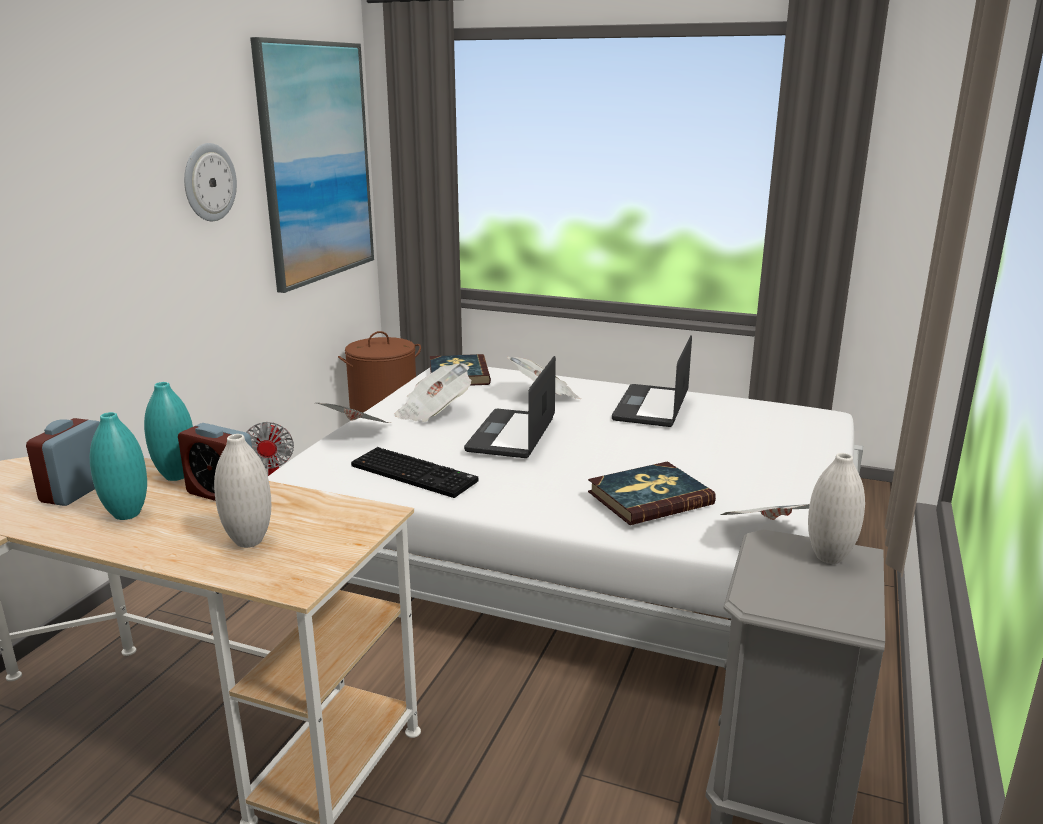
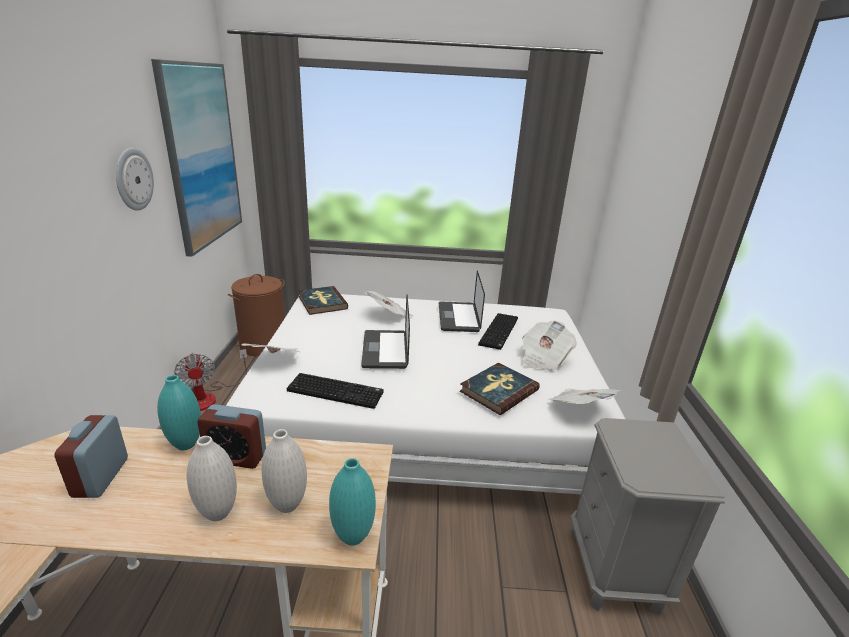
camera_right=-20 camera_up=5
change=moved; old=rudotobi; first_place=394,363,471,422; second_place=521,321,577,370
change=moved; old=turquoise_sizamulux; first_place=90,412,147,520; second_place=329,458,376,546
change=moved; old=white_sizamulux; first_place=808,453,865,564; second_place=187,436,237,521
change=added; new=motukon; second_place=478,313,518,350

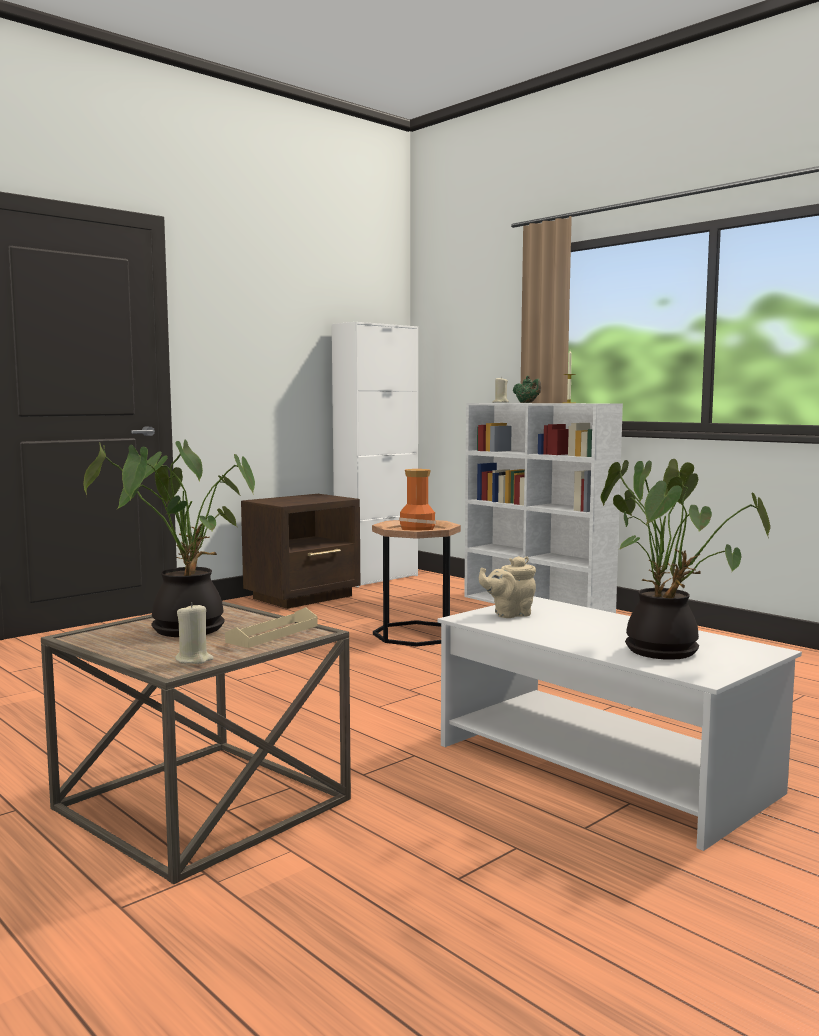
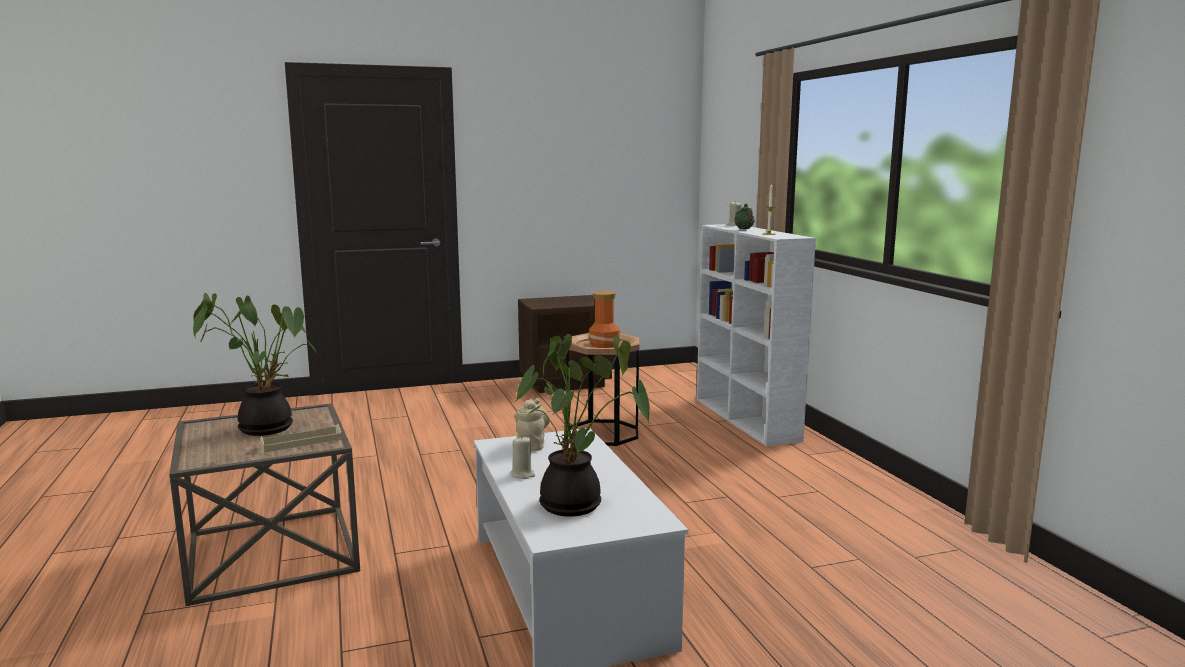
camera_right=25 camera_up=5
change=removed; old=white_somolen; first_place=332,322,418,587
change=turned; old=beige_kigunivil; first_place=479,556,536,618; second_place=515,398,550,451; degrees=90
change=moved; old=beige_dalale; first_place=175,602,214,664; second_place=511,437,535,479

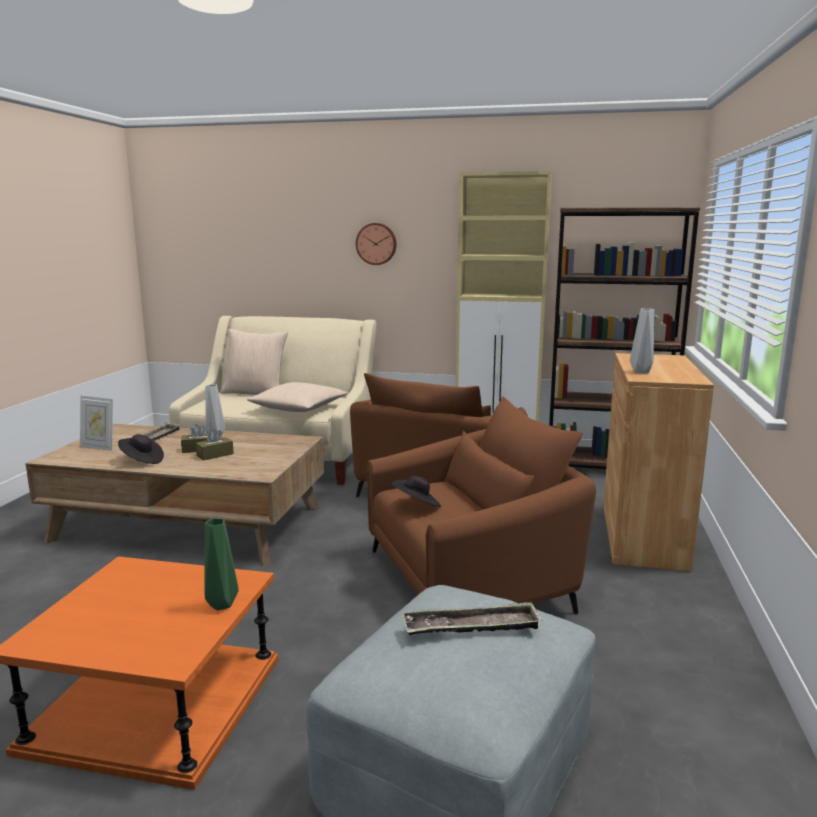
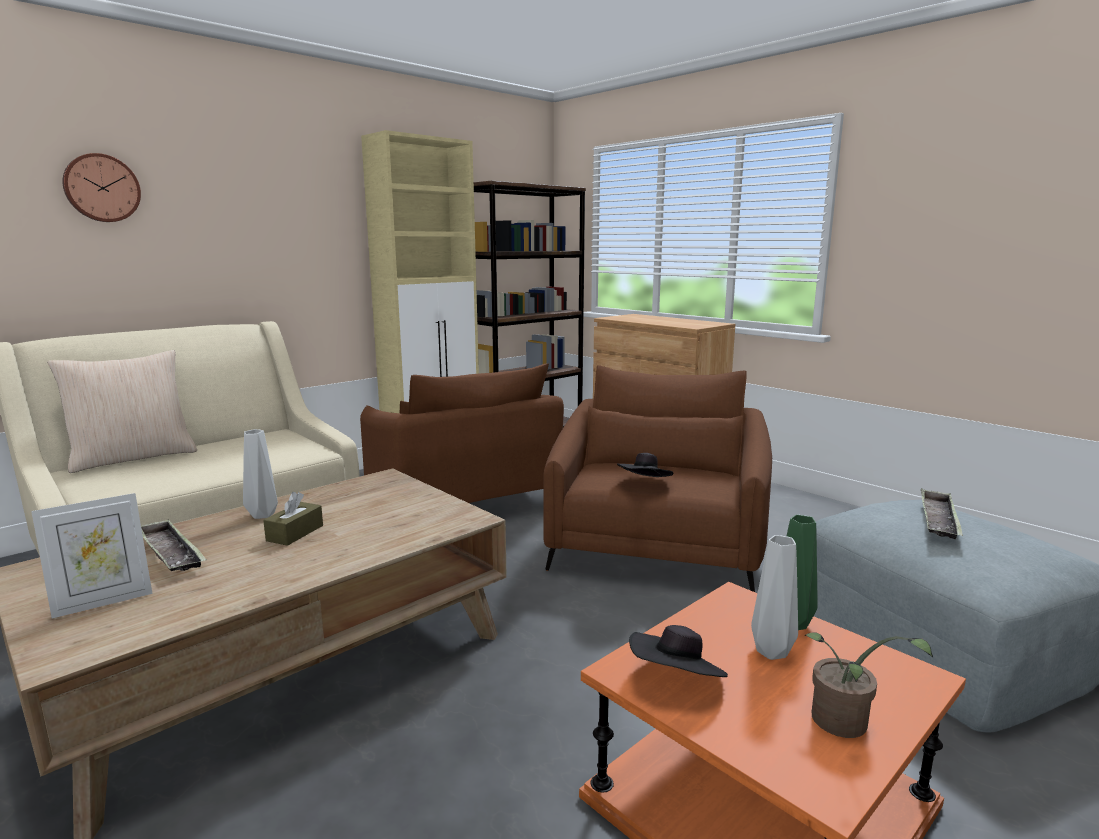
camera_right=-55 camera_up=0
change=moved; old=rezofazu; first_place=356,223,396,265; second_place=62,153,141,222
change=moved; old=grey_sizamulux; first_place=630,308,654,373; second_place=751,535,798,660
change=removed; old=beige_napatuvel; first_place=247,382,348,412
change=removed; old=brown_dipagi; first_place=196,429,234,460
change=moved; old=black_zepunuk; first_place=118,434,164,464; second_place=629,625,728,677
change=added; new=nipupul; second_place=804,632,933,738

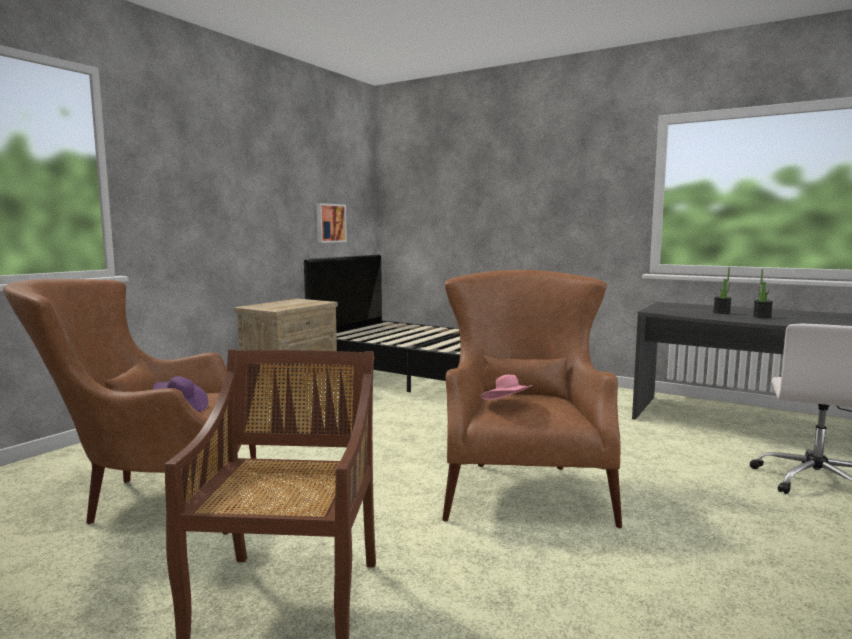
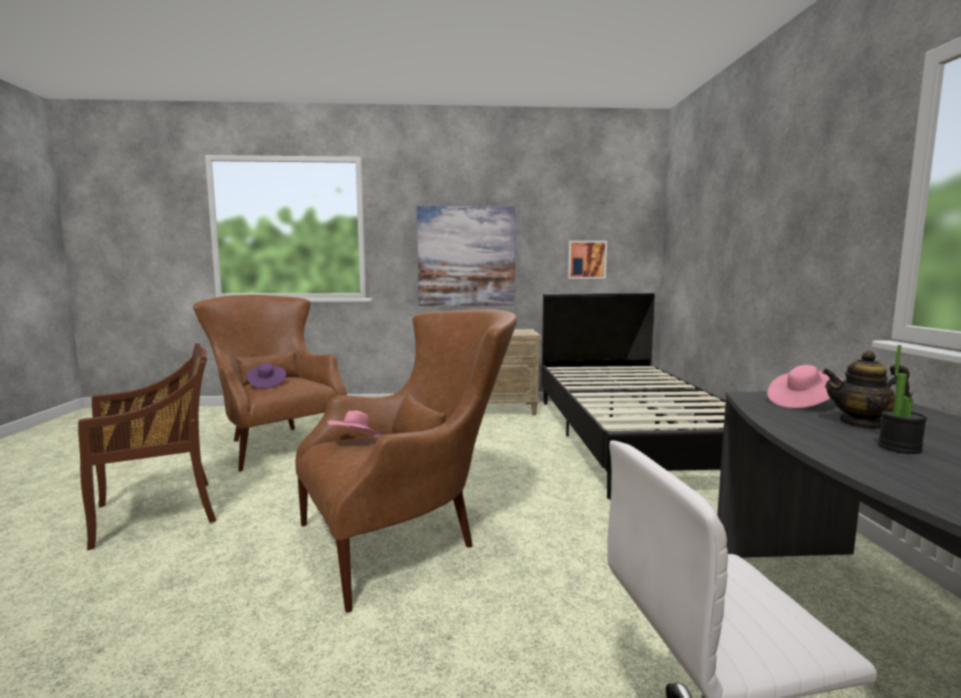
camera_right=55 camera_up=0
change=replaced; old=nipupul; new=kigunivil; first_place=713,267,732,314; second_place=822,351,910,430
change=added; new=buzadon; second_place=417,206,515,306
change=added; new=pink_zepunuk; second_place=767,365,844,408

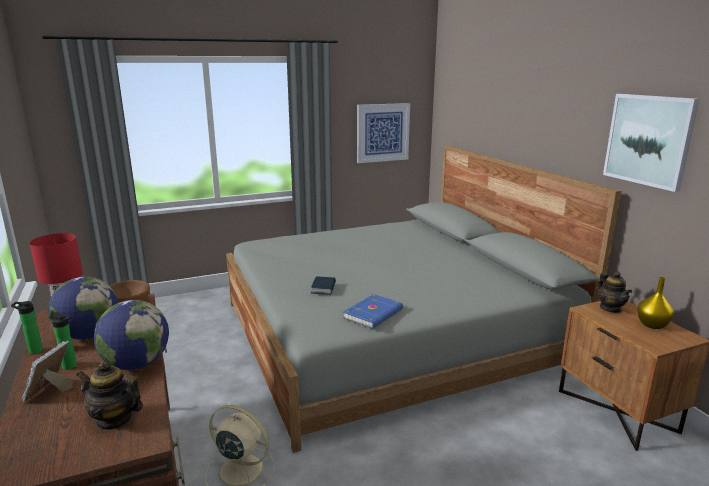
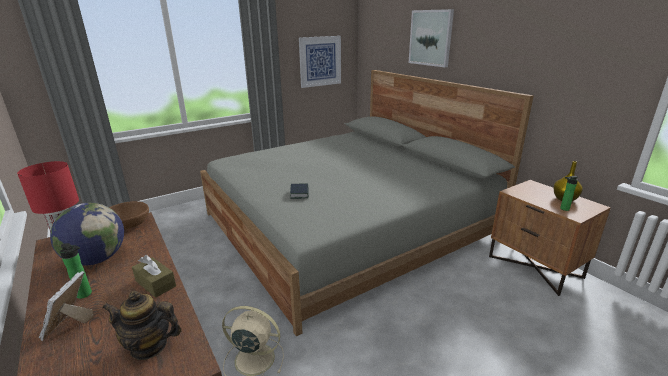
camera_right=-10 camera_up=5
change=moved; old=buzadon; first_place=603,94,700,192; second_place=409,9,454,67
change=removed; old=kigunivil; first_place=597,271,632,313
change=removed; old=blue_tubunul; first_place=343,294,403,329
change=replaced; old=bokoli; new=brown_dipagi; first_place=94,300,169,370; second_place=132,255,176,298
change=moved; old=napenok; first_place=11,301,43,354; second_place=560,176,578,211

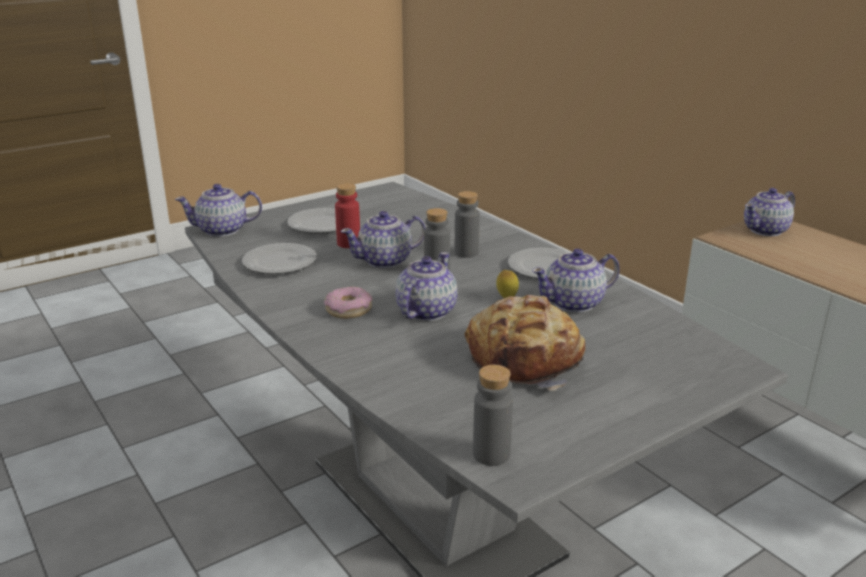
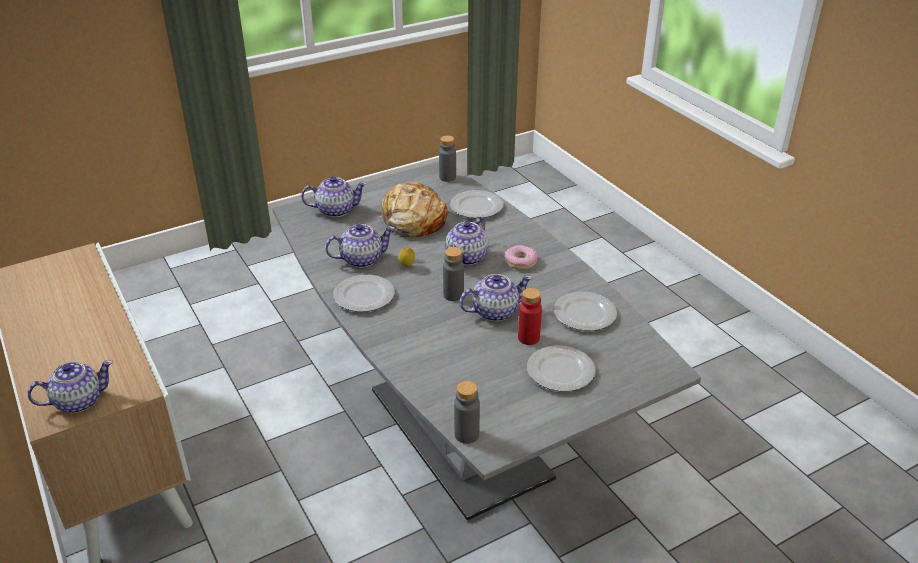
camera_right=-175 camera_up=10
change=moved; old=kigunivil; first_place=175,184,262,237; second_place=301,176,367,217
change=moved; old=grey_napenok; first_place=455,191,480,258; second_place=454,381,480,444
change=added; new=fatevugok; second_place=450,190,503,218

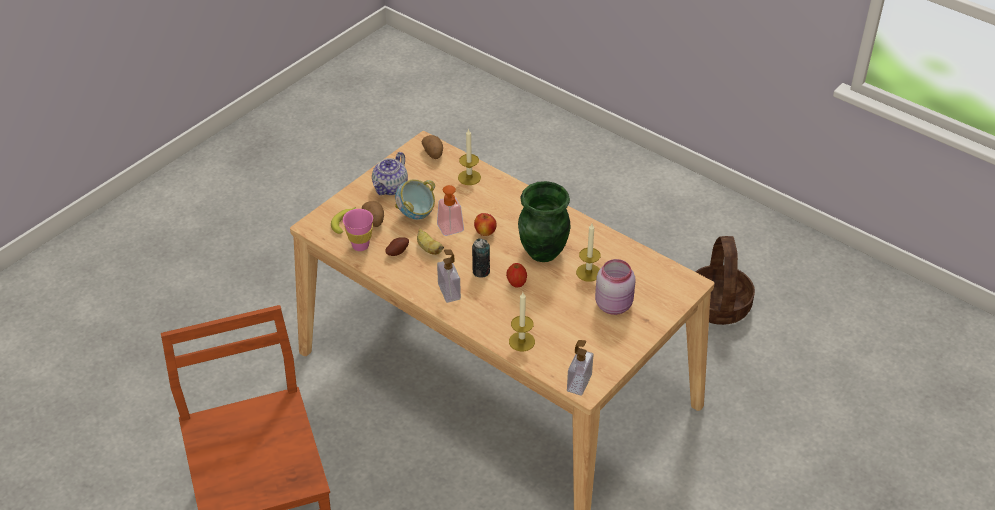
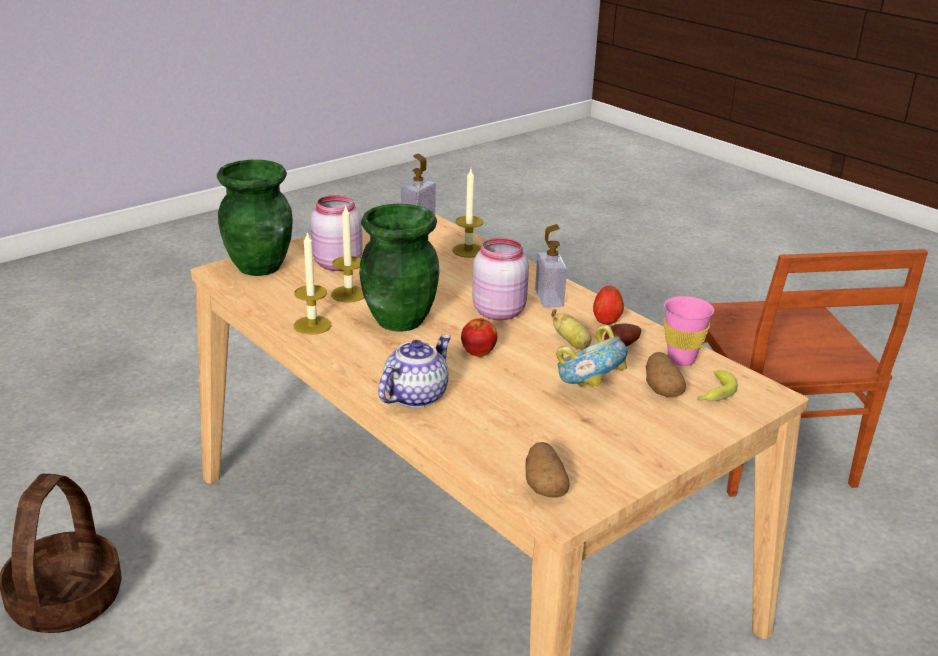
camera_right=-170 camera_up=-15
change=moved; old=dalale; first_place=458,128,481,185; second_place=294,231,331,335
change=moved; old=kigunivil; first_place=372,152,408,195; second_place=378,335,451,408
change=removed; old=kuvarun; first_place=437,185,464,236
change=replaced; old=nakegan; new=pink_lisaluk; first_place=472,238,490,278; second_place=472,238,529,320
change=moved; old=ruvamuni; first_place=506,263,527,287; second_place=593,286,624,325
change=added; new=green_sizamulux; second_place=217,160,293,276

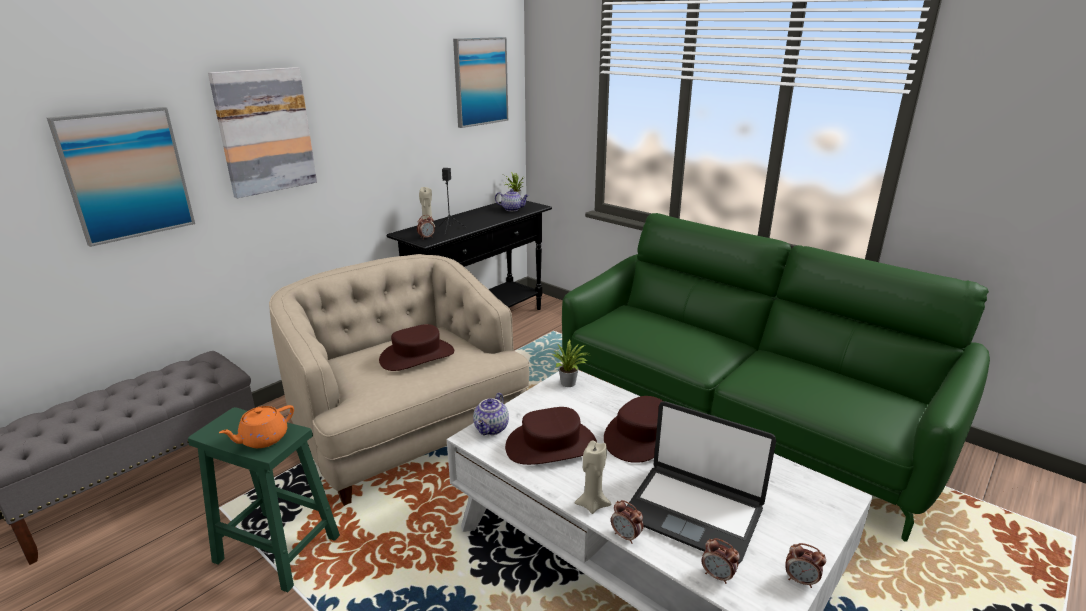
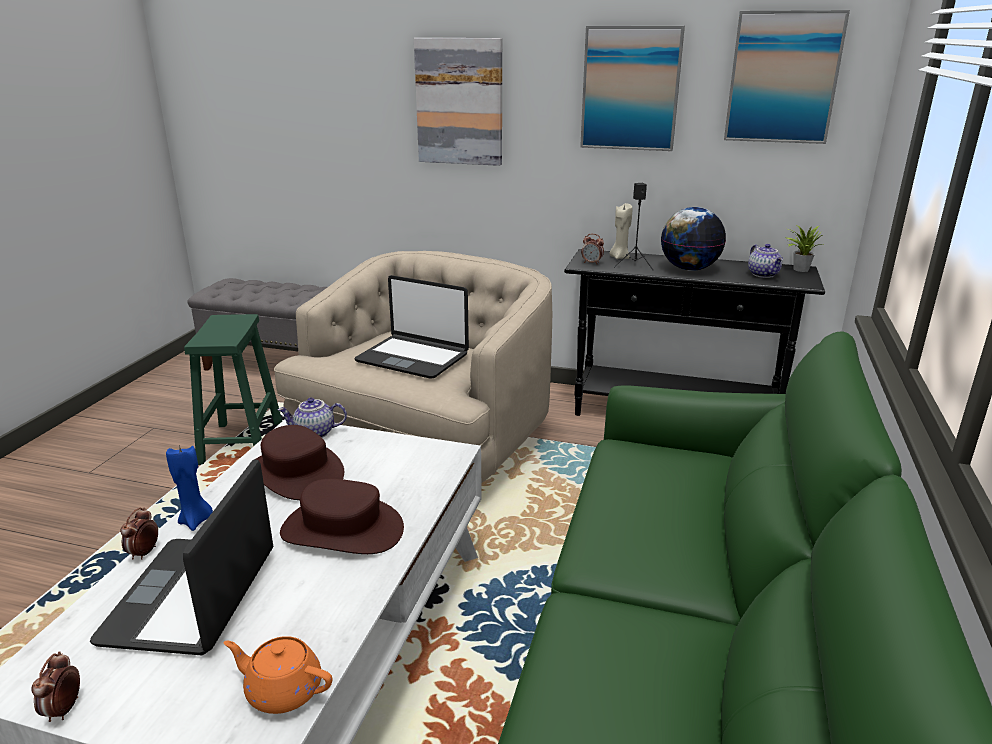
camera_right=65 camera_up=0
change=moved; old=buzadon; first_place=47,107,195,247; second_place=580,26,685,151
change=replaced; old=brown_zepunuk; new=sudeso; first_place=379,324,454,371; second_place=354,275,469,379
change=removed; old=nipupul; first_place=552,340,588,387
change=moved; old=orange_kigunivil; first_place=219,405,294,448; second_place=223,636,333,714
change=recoloured; old=beige_dalale; new=blue_dalale; first_place=574,440,611,514; second_place=166,445,213,531
change=removed; old=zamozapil; first_place=701,538,740,584
change=added; new=bokoli; second_place=661,207,726,271

